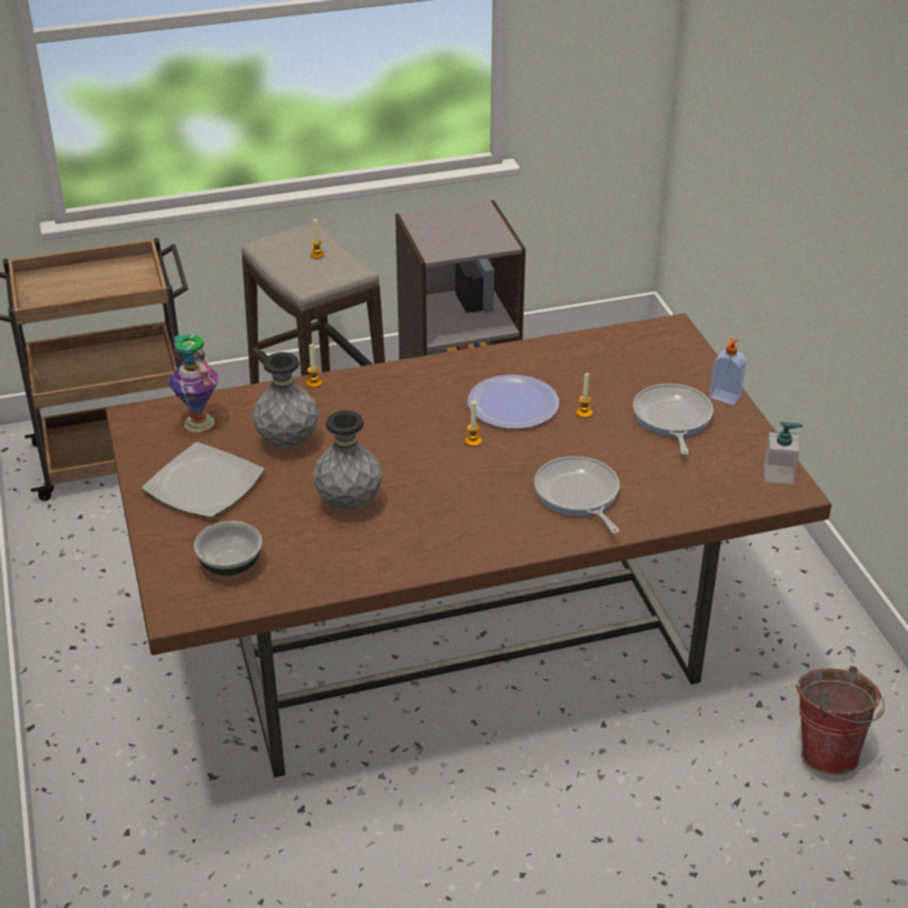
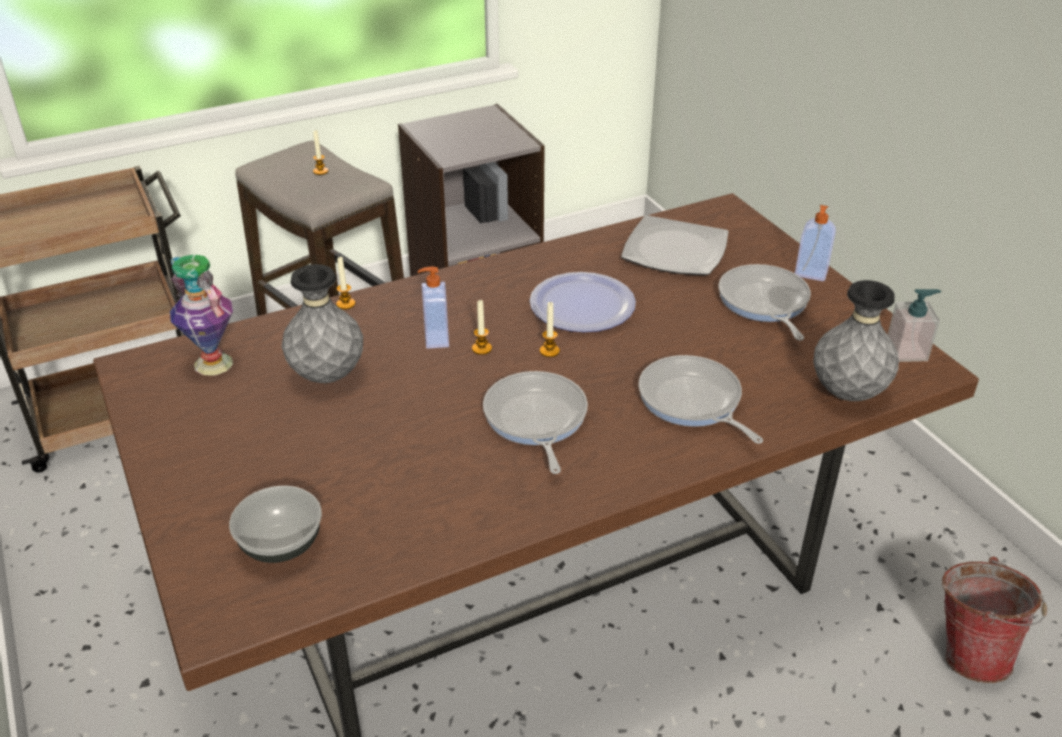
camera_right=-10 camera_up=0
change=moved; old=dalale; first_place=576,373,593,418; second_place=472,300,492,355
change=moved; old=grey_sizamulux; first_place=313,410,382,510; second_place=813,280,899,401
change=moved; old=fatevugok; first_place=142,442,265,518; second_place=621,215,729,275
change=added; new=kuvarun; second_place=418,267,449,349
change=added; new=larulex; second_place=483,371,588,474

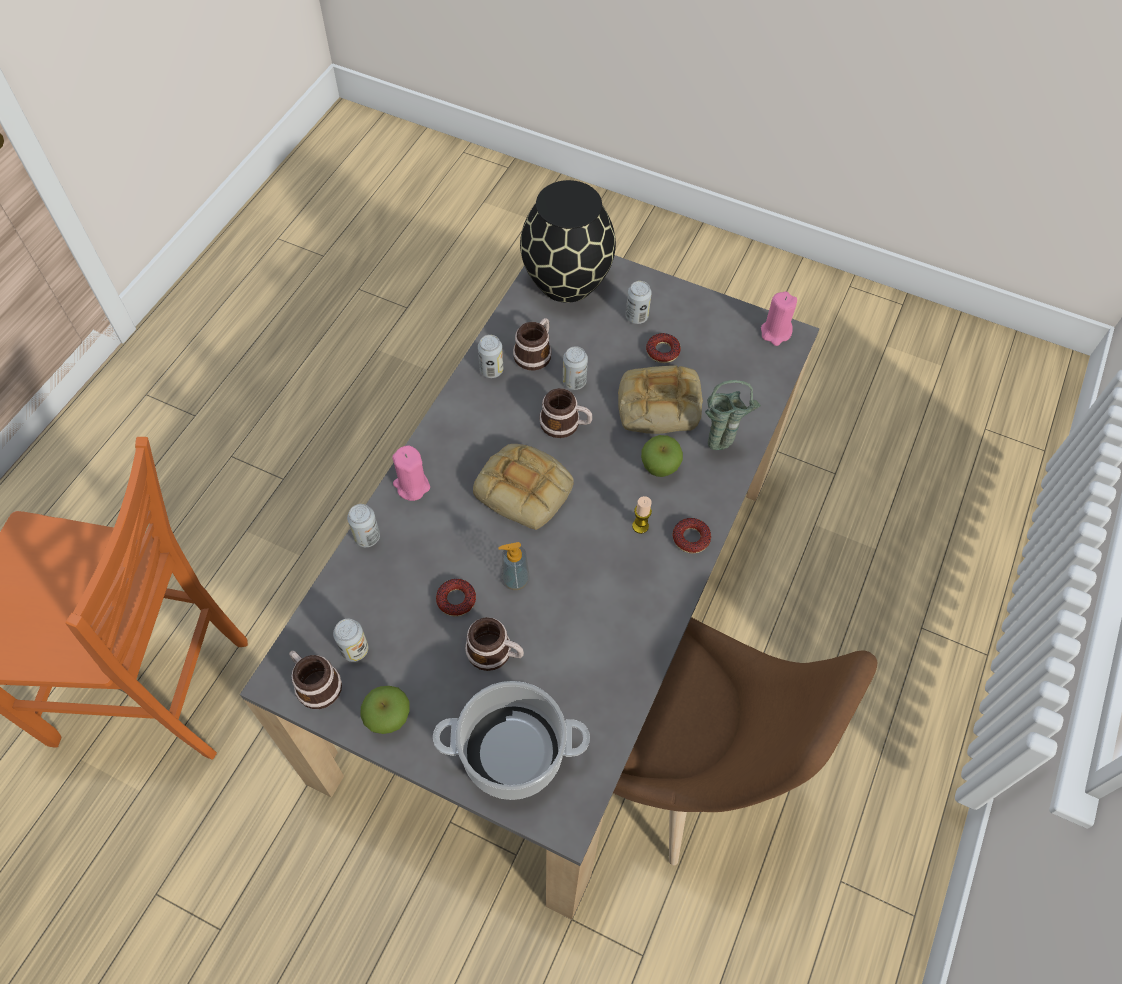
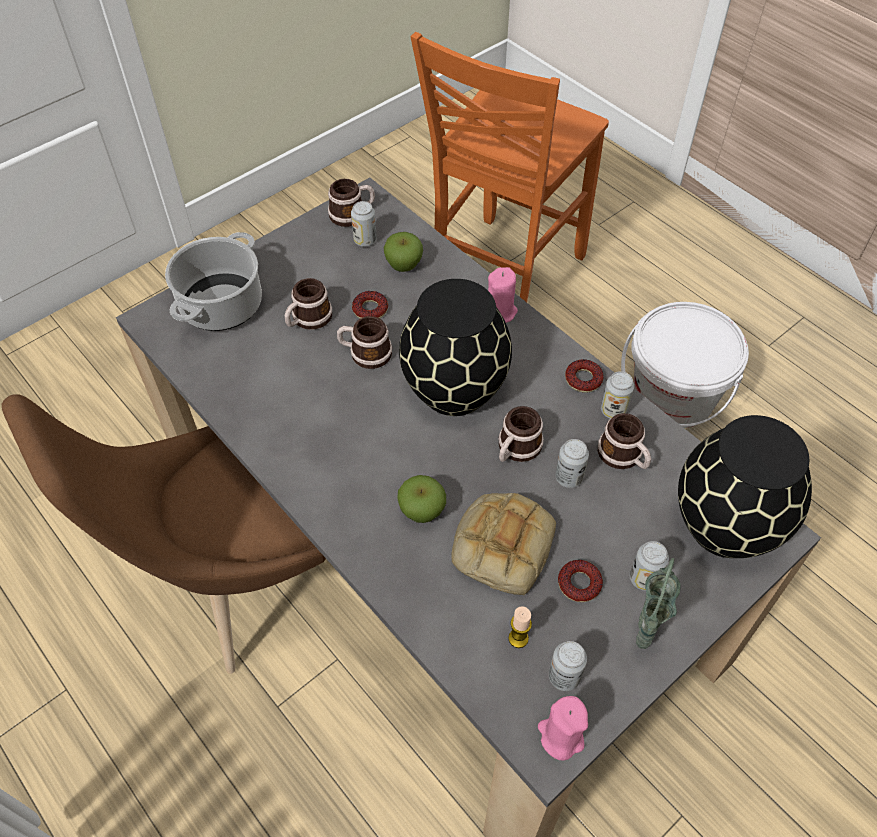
camera_right=115 camera_up=-5
change=moved; old=green_sizamulux; first_place=705,380,761,450; second_place=636,558,681,649
change=replaced; old=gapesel; new=black_sizamulux; first_place=473,444,574,530; second_place=399,279,512,416
change=moved; old=dalale; first_place=632,496,652,534; second_place=508,606,532,648
change=moved; old=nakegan; first_place=347,504,380,547; second_place=549,641,587,691
change=moved; old=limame; first_place=672,518,711,553; second_place=565,360,604,393
change=replaced; old=kuvarun; new=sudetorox; first_place=498,542,530,590; second_place=337,316,392,369
change=moved; old=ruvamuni; first_place=360,686,410,734; second_place=383,232,423,272
change=added; new=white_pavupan; second_place=621,302,749,428

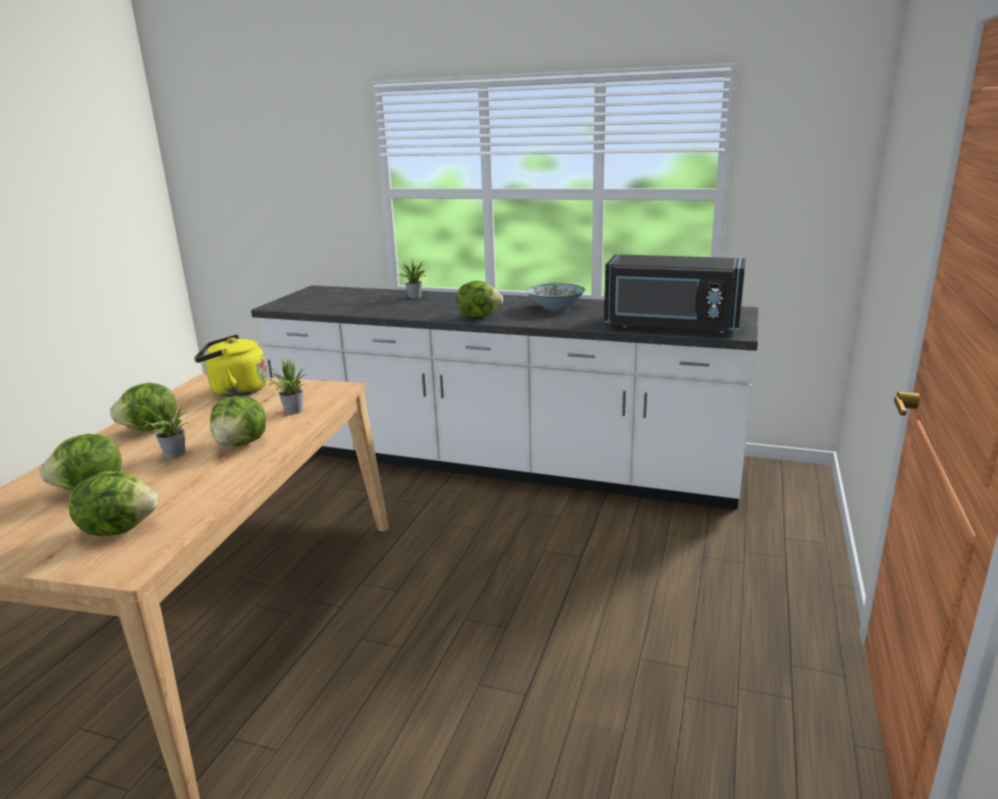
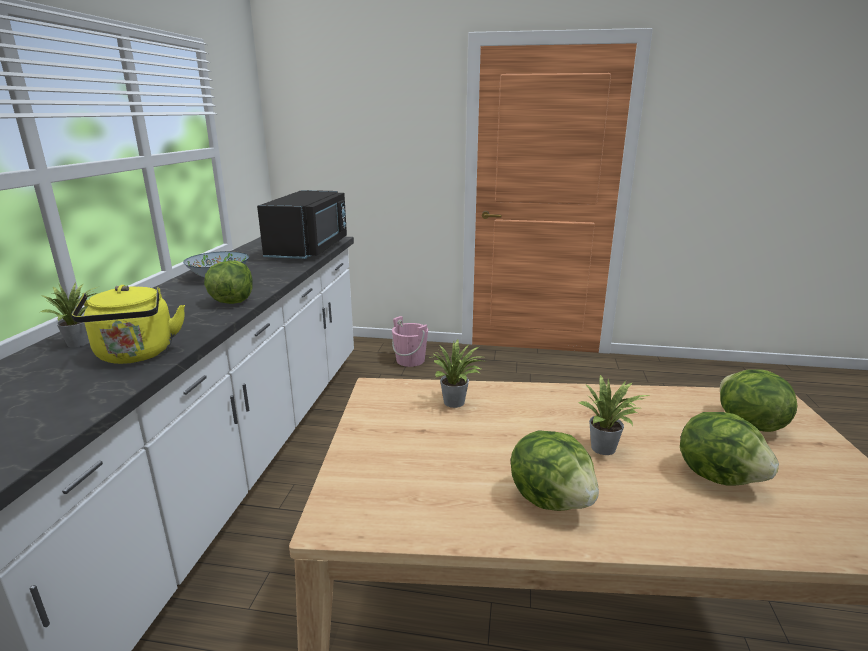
camera_right=-100 camera_up=0
change=moved; old=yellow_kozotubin; first_place=194,334,268,397; second_place=71,285,185,364
change=removed; old=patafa; first_place=210,396,266,447
change=added; new=pink_pavupan; second_place=392,316,428,367

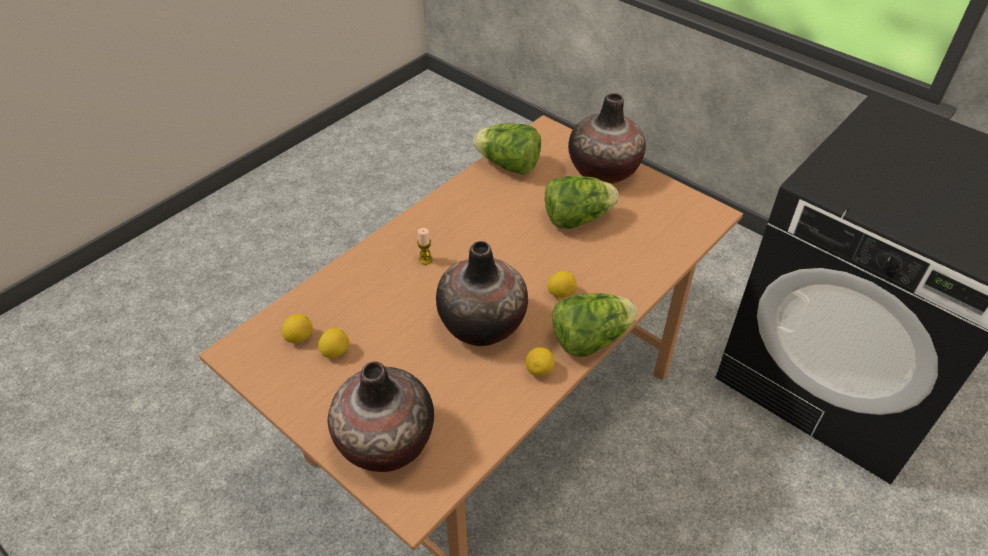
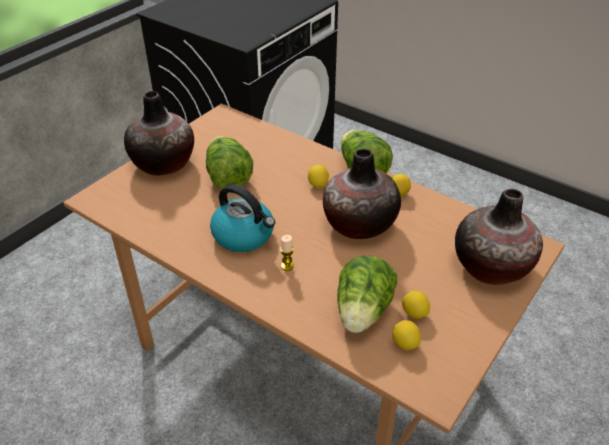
camera_right=-95 camera_up=-5
change=moved; old=patafa; first_place=473,124,541,175; second_place=337,255,397,333
change=added; new=kozotubin; second_place=210,184,275,252

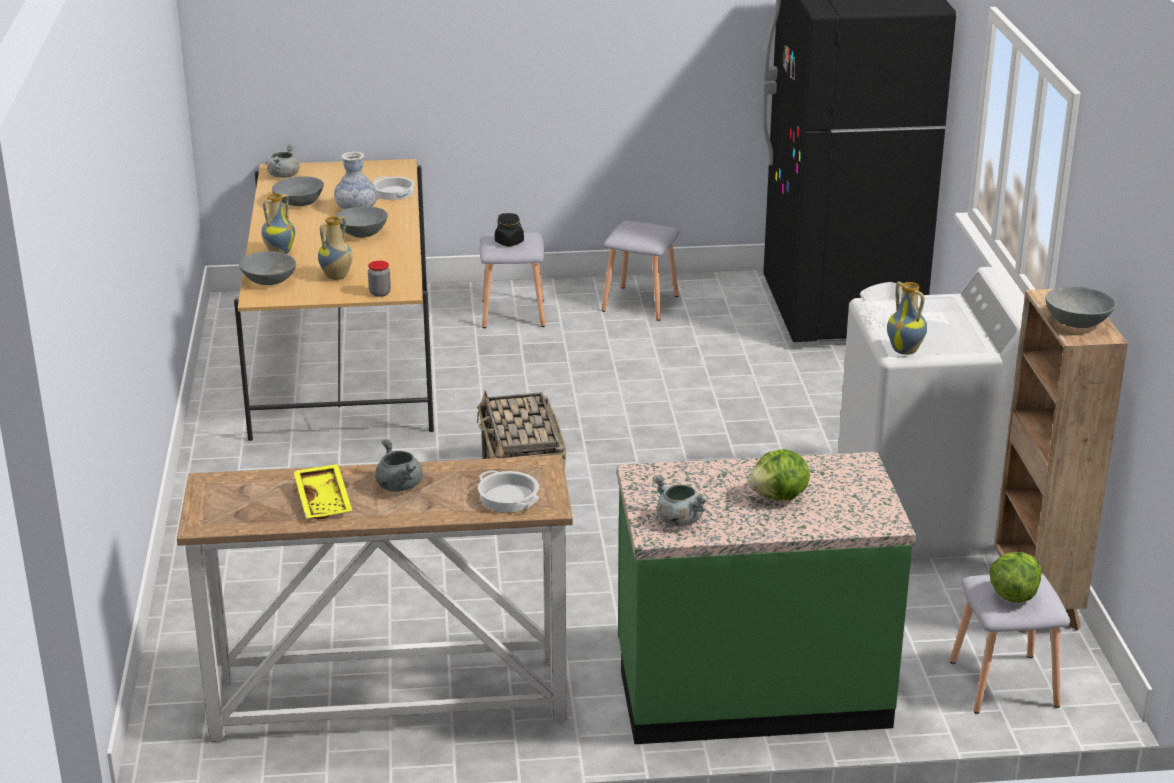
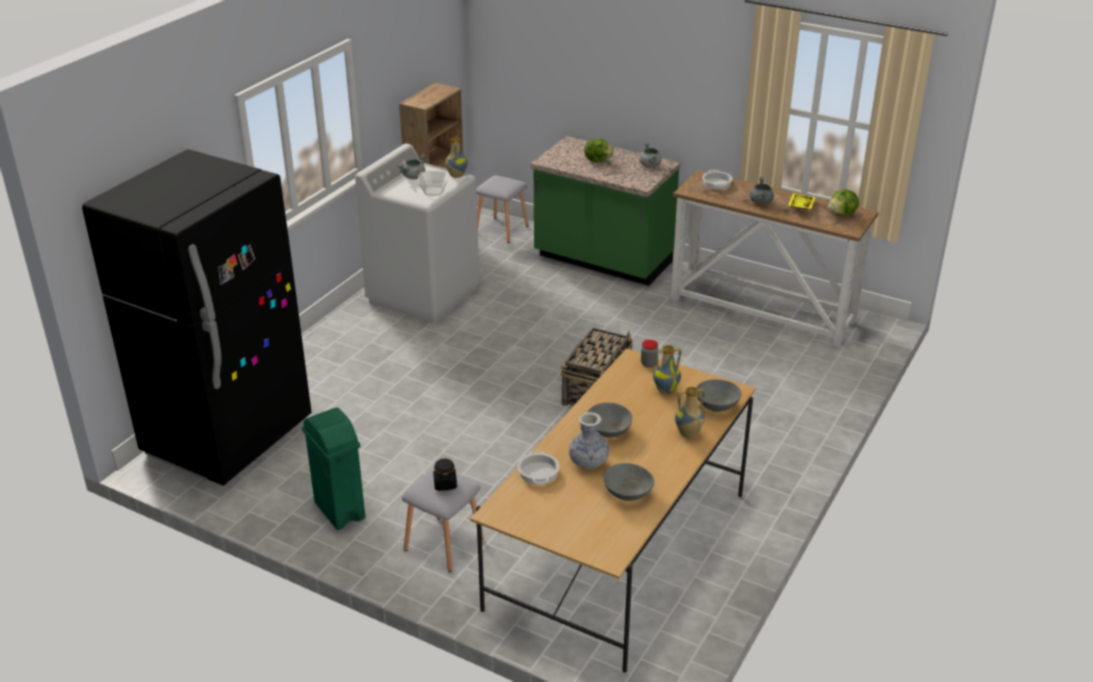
camera_right=-145 camera_up=5
change=moved; old=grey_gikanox; first_place=267,144,300,178; second_place=398,154,426,179
change=replaced; old=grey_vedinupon; new=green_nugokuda; first_place=601,221,679,321; second_place=302,408,365,530
change=removed; old=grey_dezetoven; first_place=1045,286,1116,328
change=moved; old=patafa; first_place=989,552,1041,602; second_place=828,189,859,216

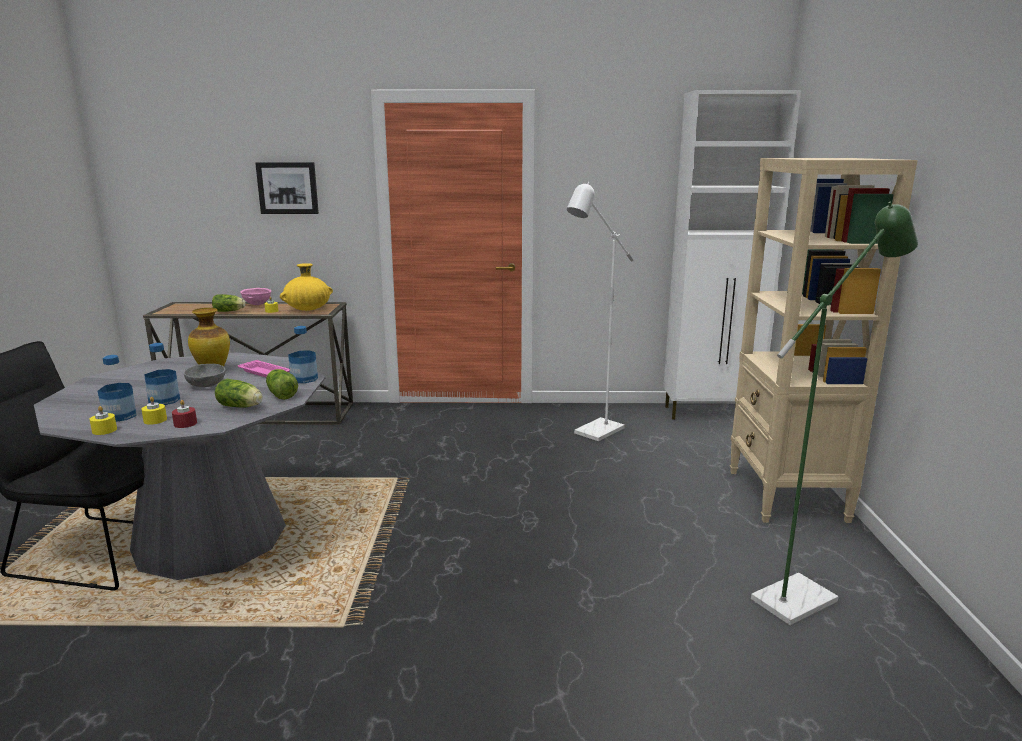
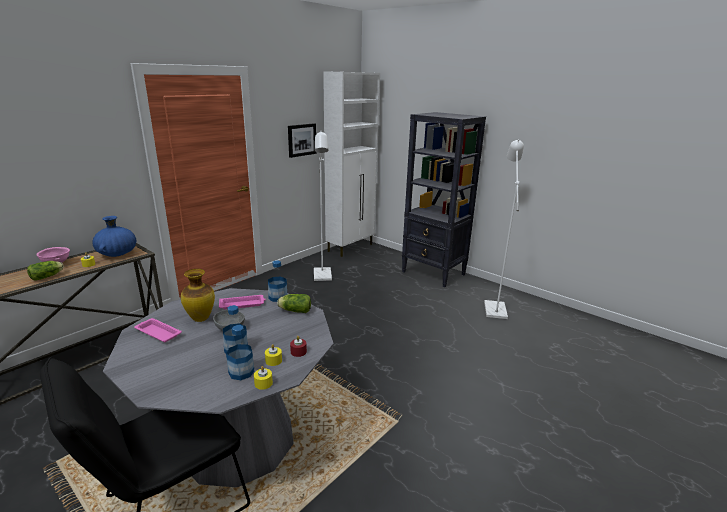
camera_right=-50 camera_up=5
change=recoloured; old=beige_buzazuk; new=black_buzazuk; first_place=730,158,918,523; second_place=402,112,486,287
change=moved; old=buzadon; first_place=255,162,319,214; second_place=288,123,317,158
change=recoloured; old=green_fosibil; new=white_fosibil; first_place=751,202,918,625; second_place=484,139,524,319
change=recoloured; old=yellow_sizamulux; new=blue_sizamulux; first_place=280,263,333,311; second_place=92,216,137,257
change=removed; old=patafa; first_place=215,379,263,408
change=added; new=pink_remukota; second_place=134,318,182,342

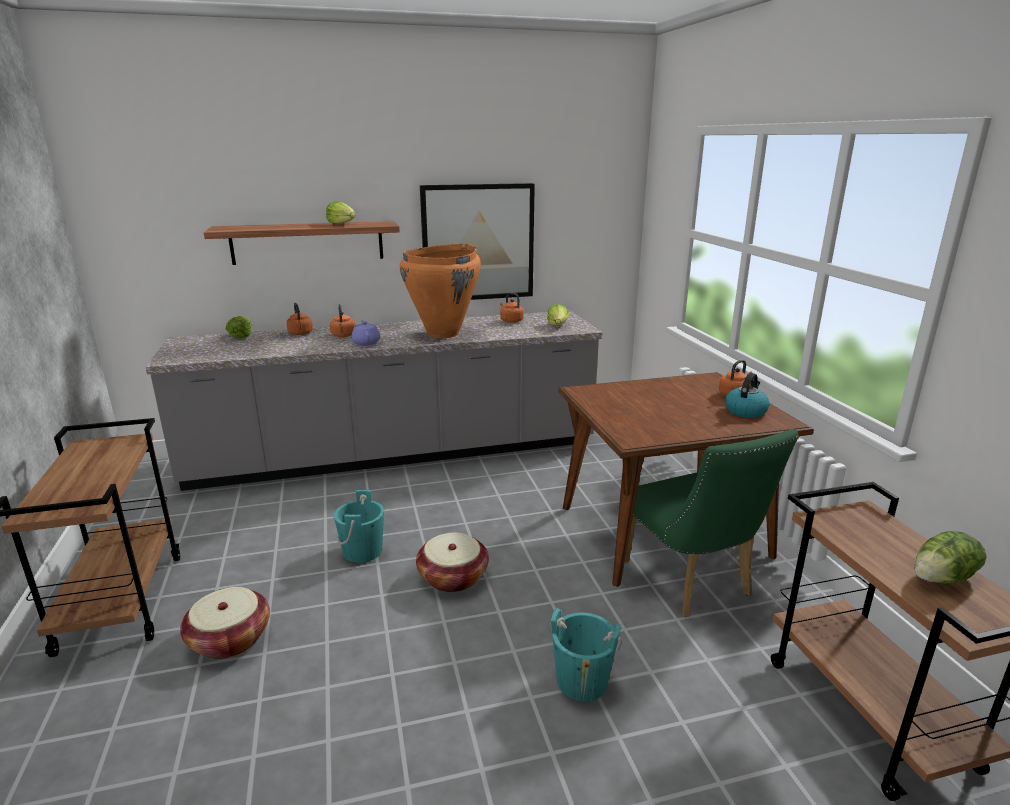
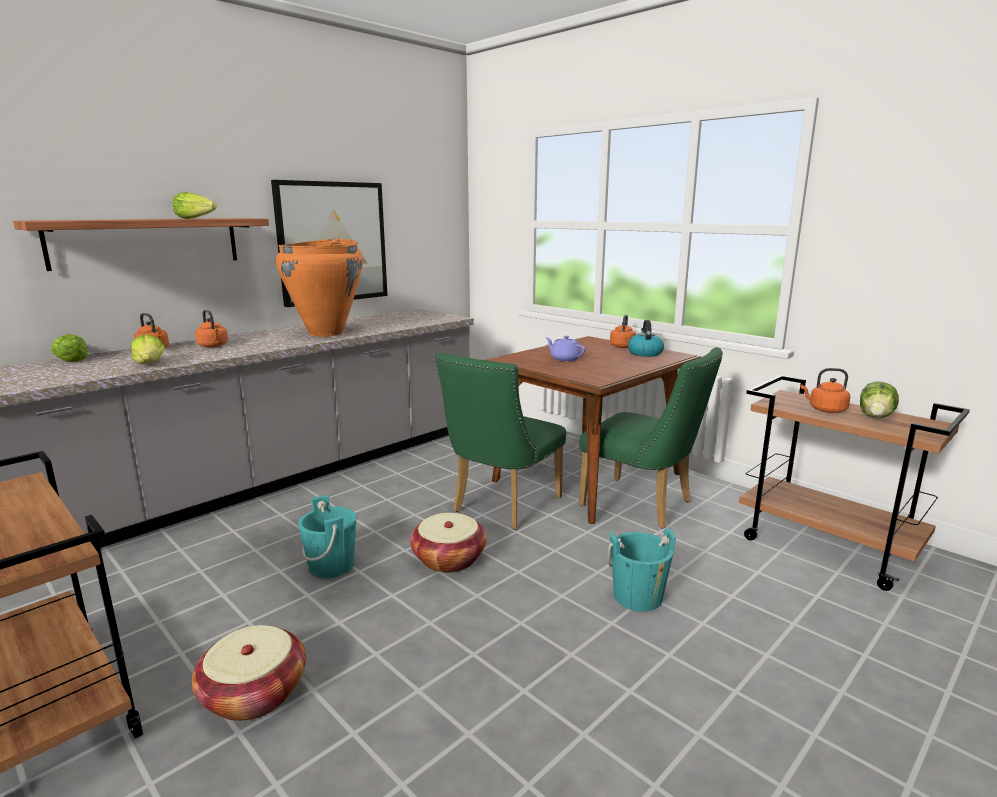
camera_right=-30 camera_up=-5
change=moved; old=orange_kozotubin; first_place=500,292,524,323; second_place=801,368,850,413
change=moved; old=patafa; first_place=547,304,569,325; second_place=131,335,165,364
change=moved; old=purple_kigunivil; first_place=351,320,380,346; second_place=545,336,586,362
change=added; new=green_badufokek; second_place=435,352,566,530

